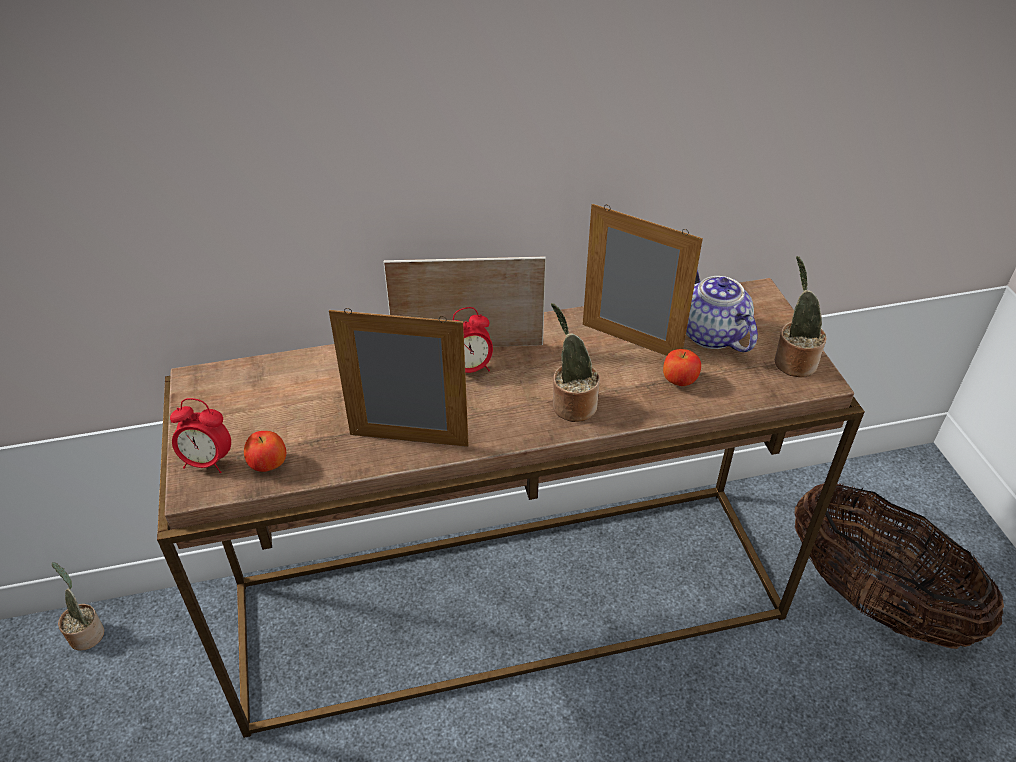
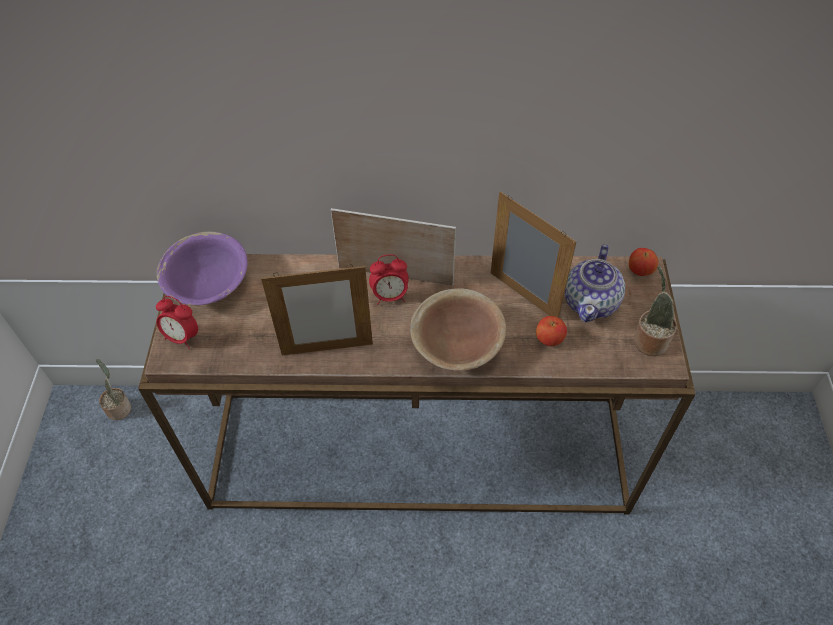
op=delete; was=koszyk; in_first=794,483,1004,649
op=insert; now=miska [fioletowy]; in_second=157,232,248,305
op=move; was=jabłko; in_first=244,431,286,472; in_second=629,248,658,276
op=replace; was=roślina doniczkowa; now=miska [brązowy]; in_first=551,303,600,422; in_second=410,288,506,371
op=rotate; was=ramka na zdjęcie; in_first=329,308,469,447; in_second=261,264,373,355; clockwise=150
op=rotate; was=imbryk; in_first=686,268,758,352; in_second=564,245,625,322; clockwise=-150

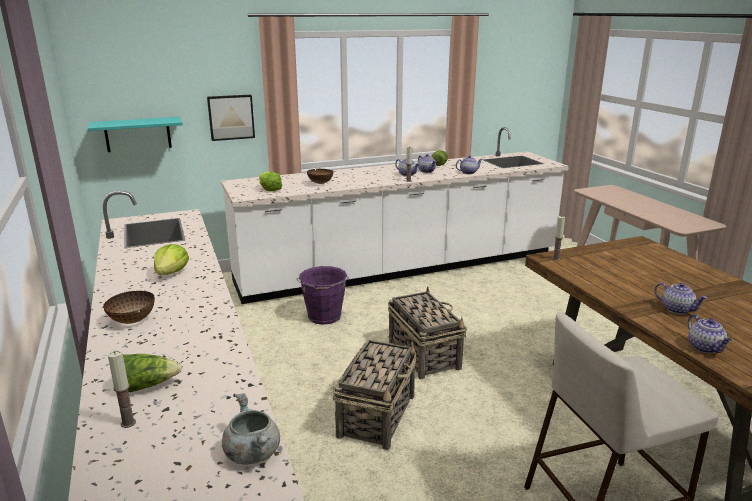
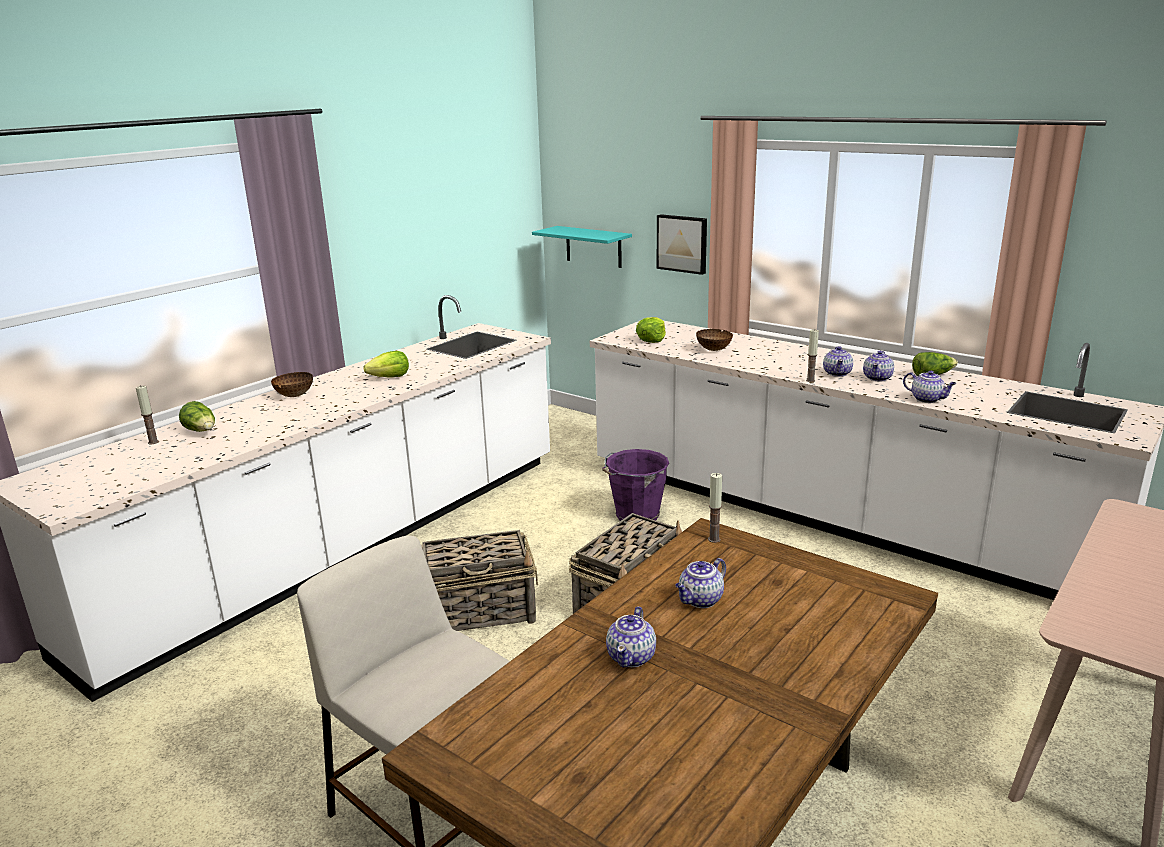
op=delete; was=garnek [szary]; in_first=222,393,280,464
op=move; was=imbryk; in_first=688,314,732,353; in_second=675,558,726,608

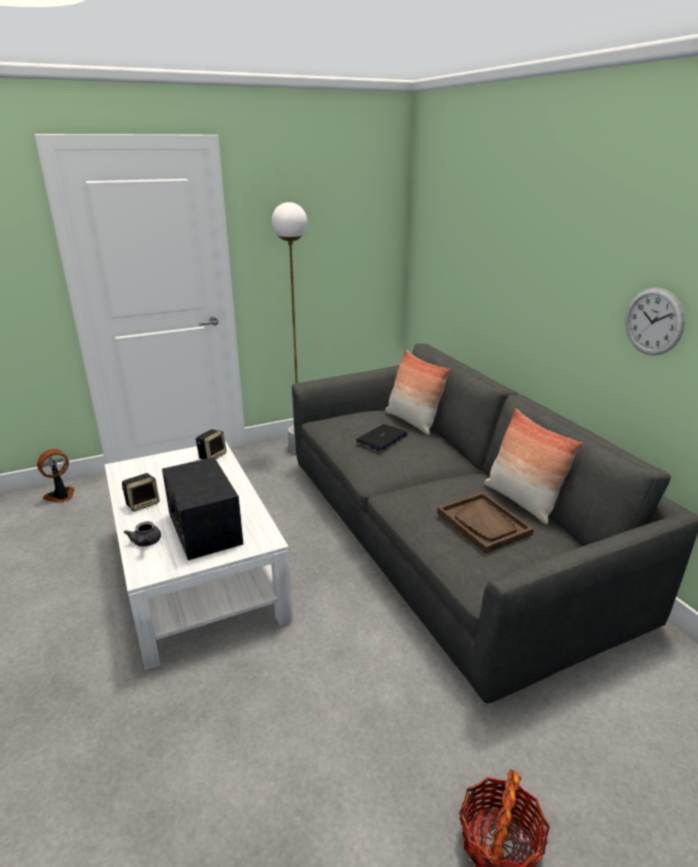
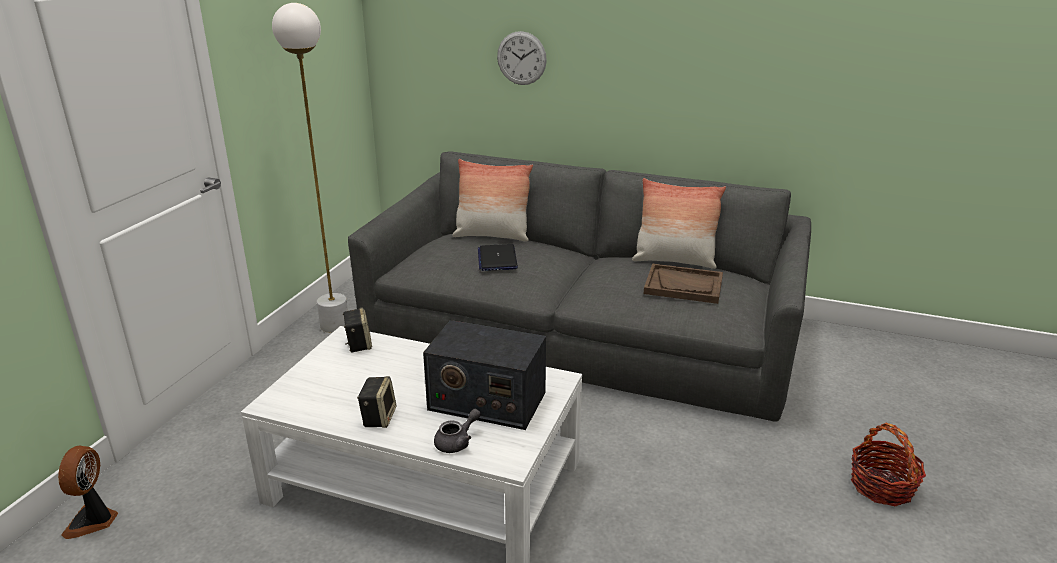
op=move; was=zegar ścienny; in_first=625,288,685,355; in_second=497,31,547,85
op=rotate; was=imbryk [szary]; in_first=124,521,161,546; in_second=434,409,481,453; clockwise=-75

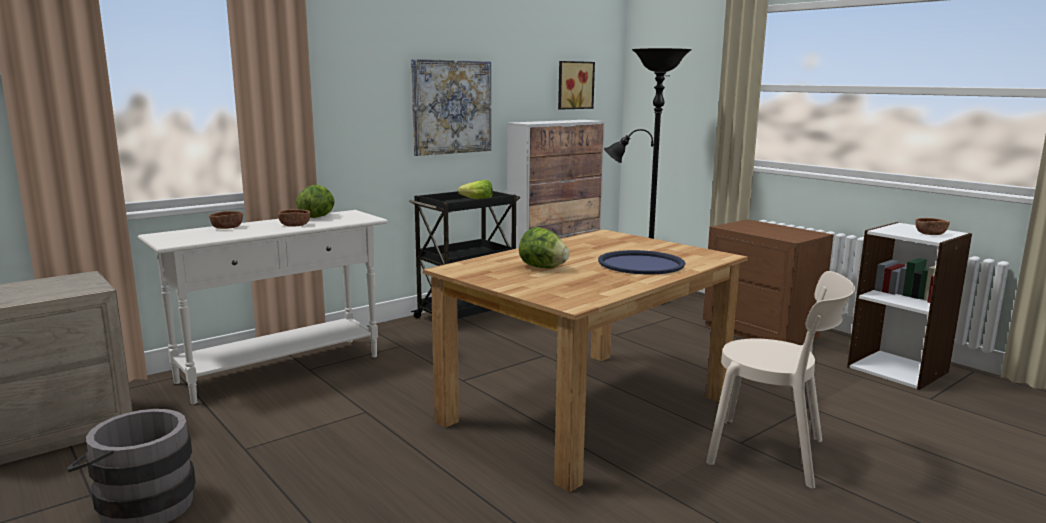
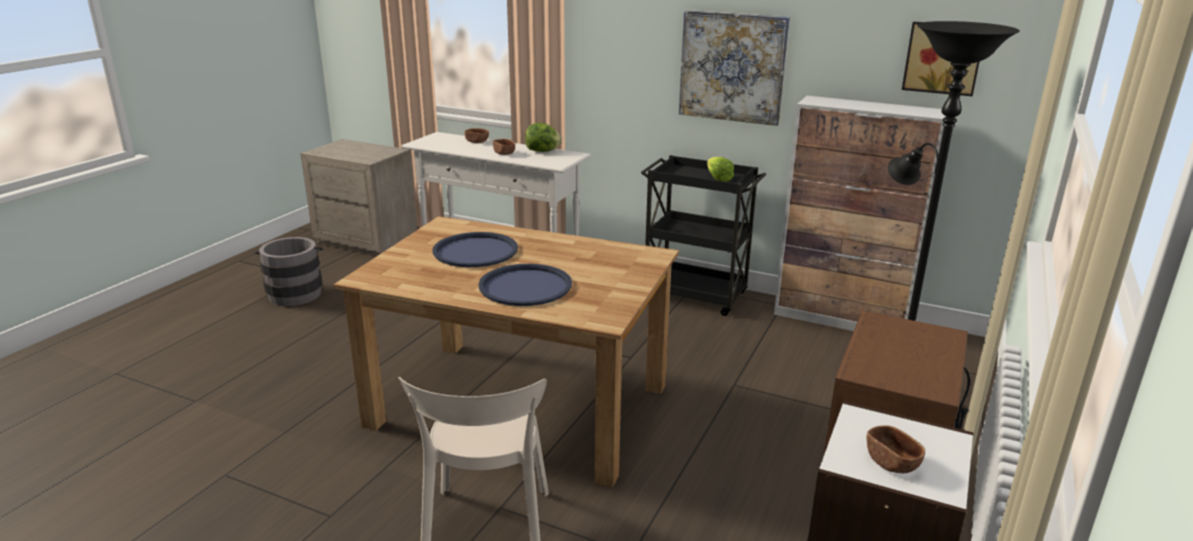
op=replace; was=sałata; now=taca [niebieski]; in_first=519,227,569,269; in_second=432,232,518,267

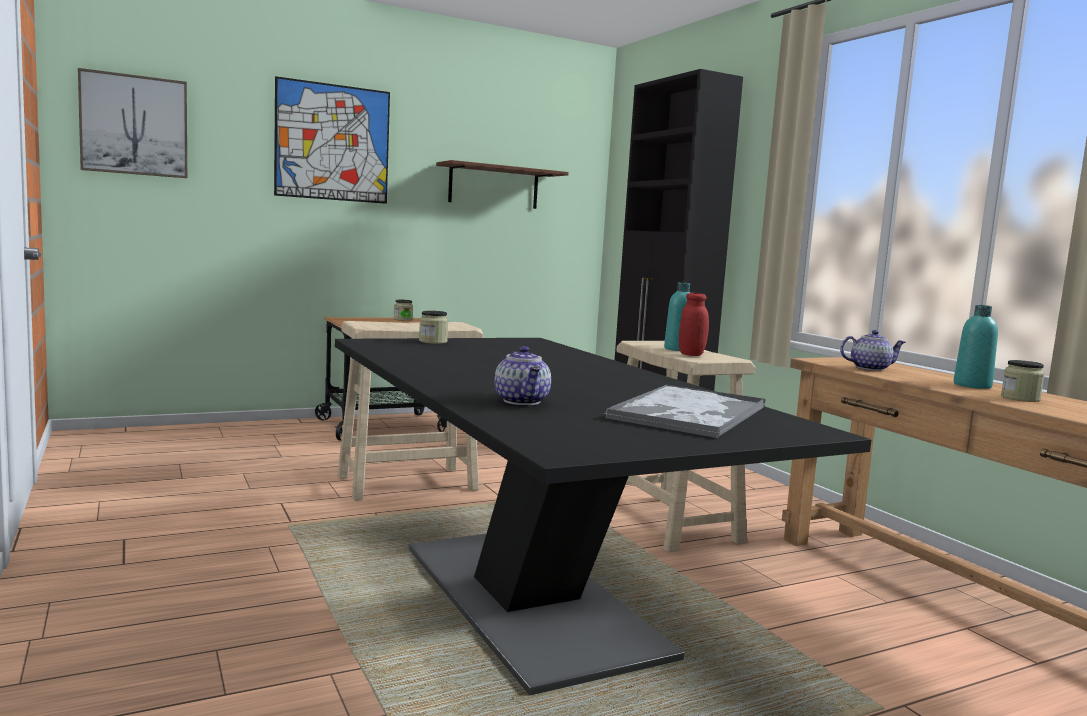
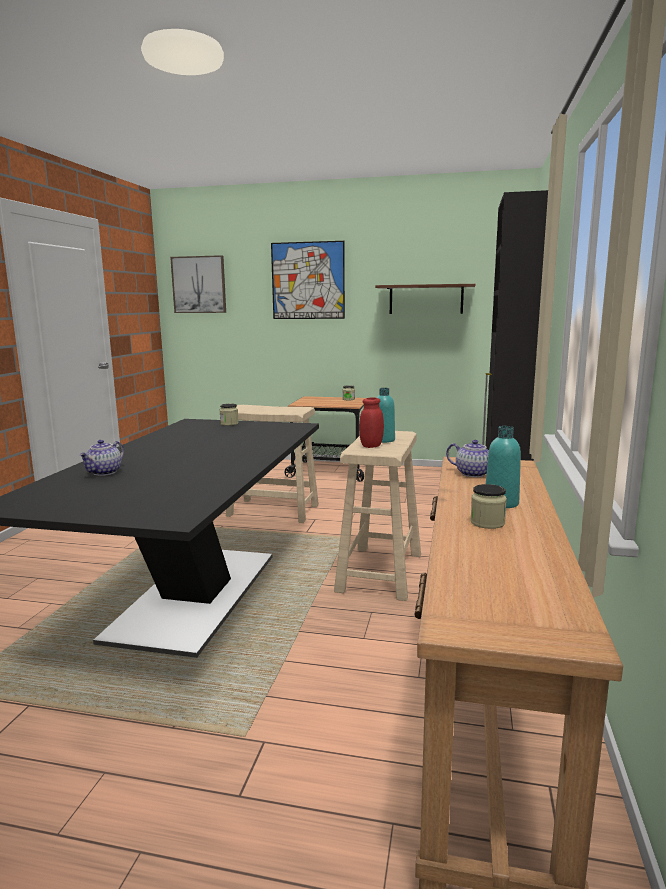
op=delete; was=taca; in_first=605,384,766,438

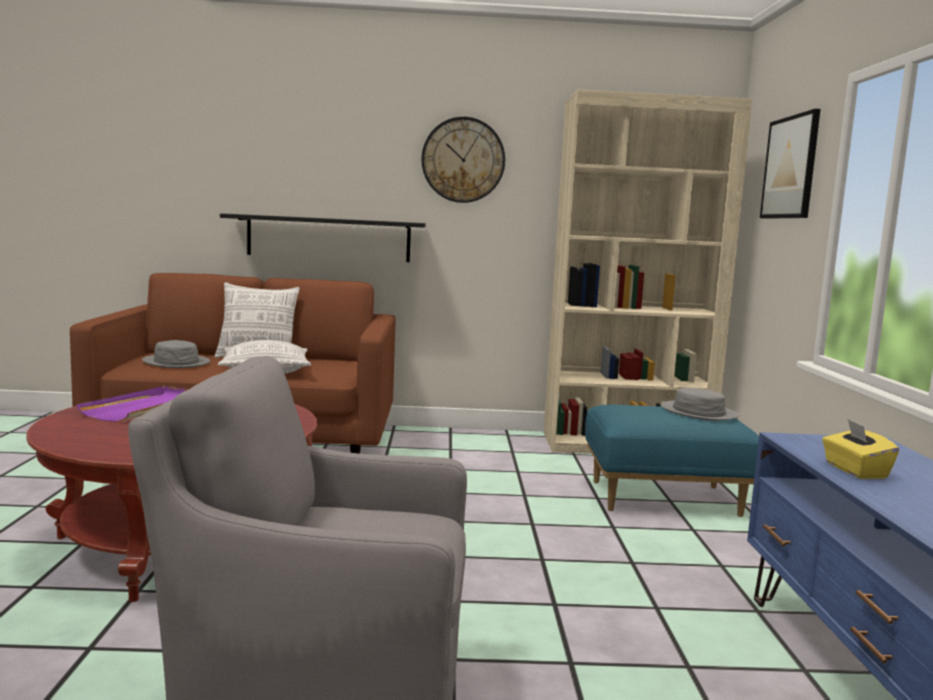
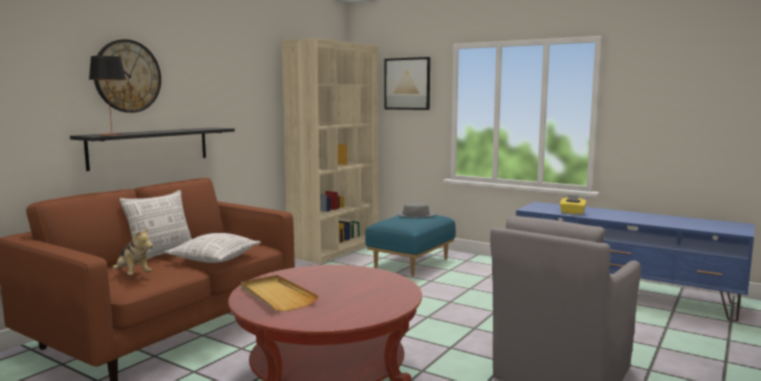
op=insert; now=lampa stołowa; in_second=89,56,126,135
op=move; was=zegar ścienny; in_first=421,117,505,203; in_second=94,39,161,113
op=replace; was=kapelusz [szary]; now=pluszak; in_first=142,340,210,368; in_second=113,227,153,275
op=recolor; was=taca [fioletowy]; now=taca [beżowy]; in_first=77,386,189,422; in_second=241,275,318,312

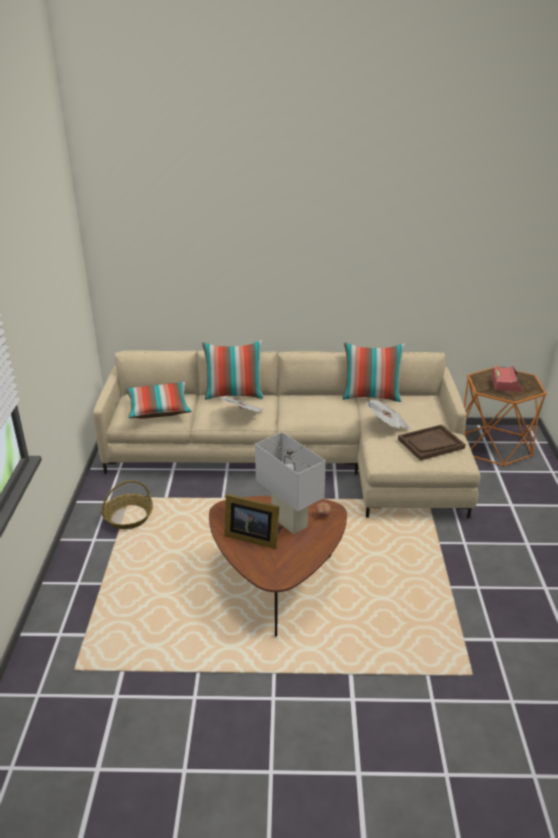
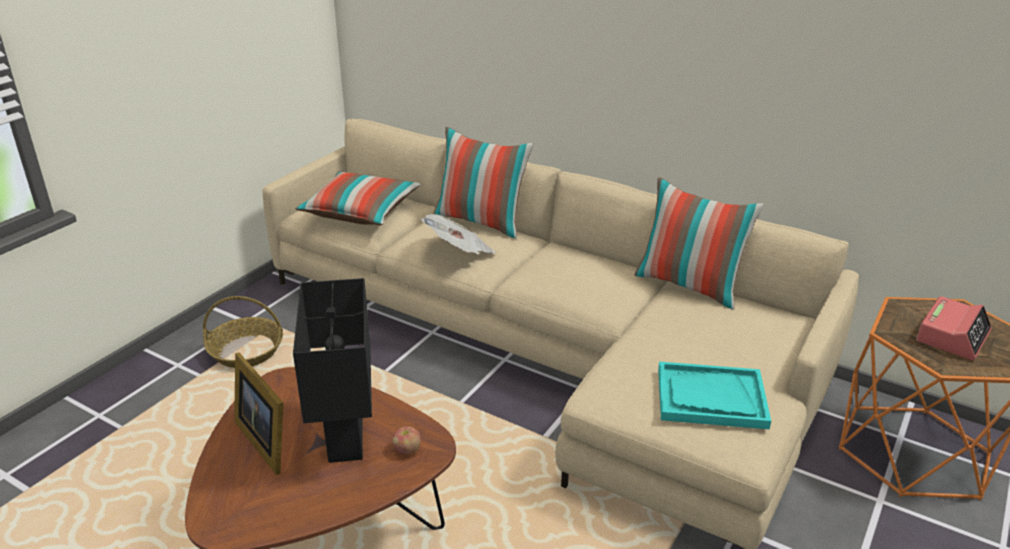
op=delete; was=gazeta; in_first=366,400,411,429
op=recolor; was=lampa stołowa [biały]; now=lampa stołowa [czarny]; in_first=255,432,326,534; in_second=293,278,372,463
op=recolor; was=taca [brązowy]; now=taca [turkusowy]; in_first=398,424,466,461; in_second=658,362,771,429

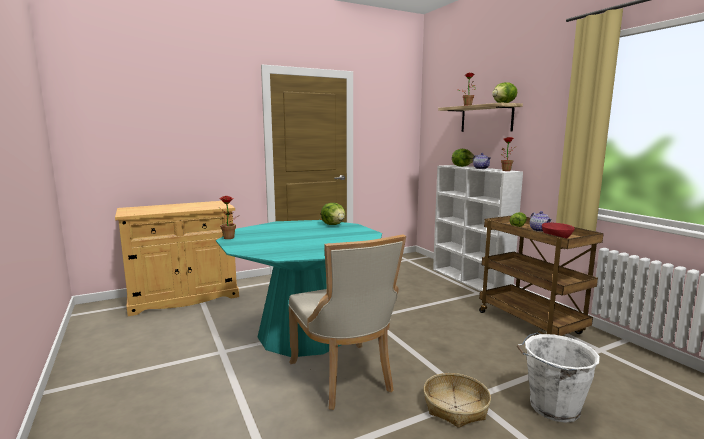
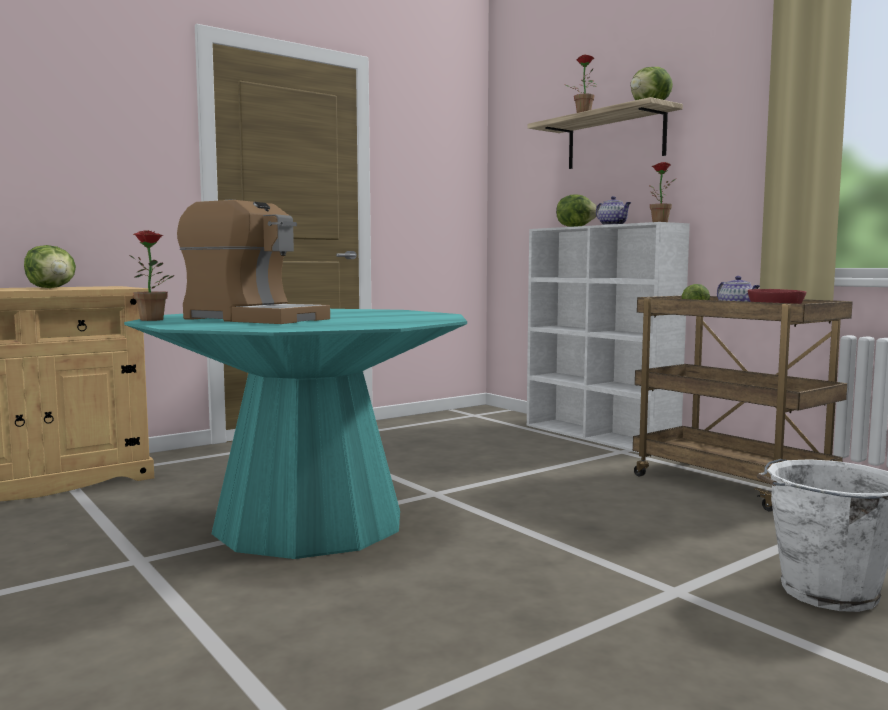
op=delete; was=krzesło [beżowy]; in_first=288,234,406,410
op=delete; was=koszyk; in_first=423,373,491,428
op=insert; now=ekspres do kawy; in_second=177,199,330,324
op=move; was=sałata; in_first=321,203,345,225; in_second=24,245,76,288

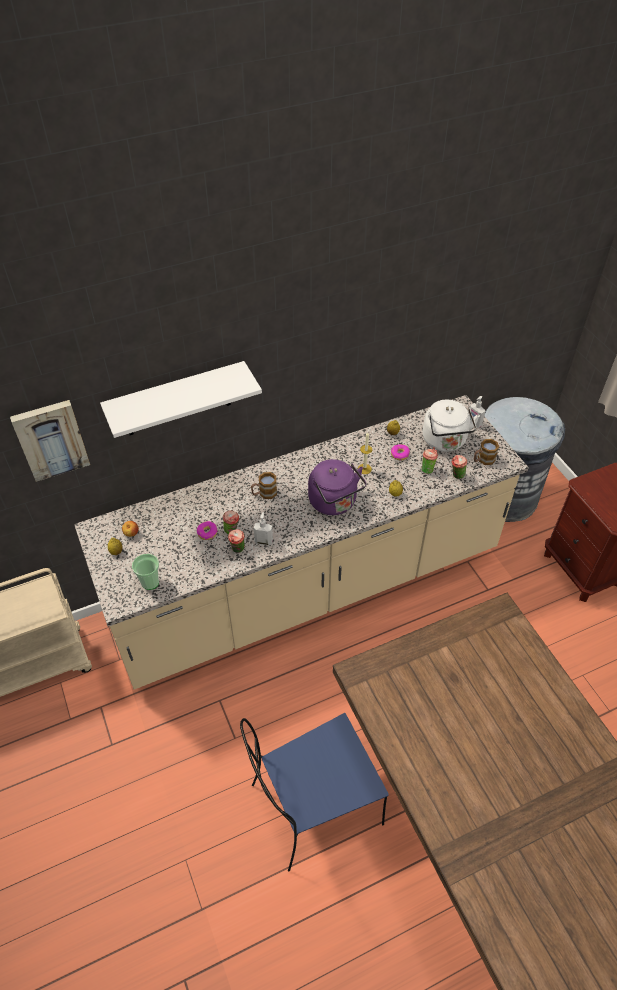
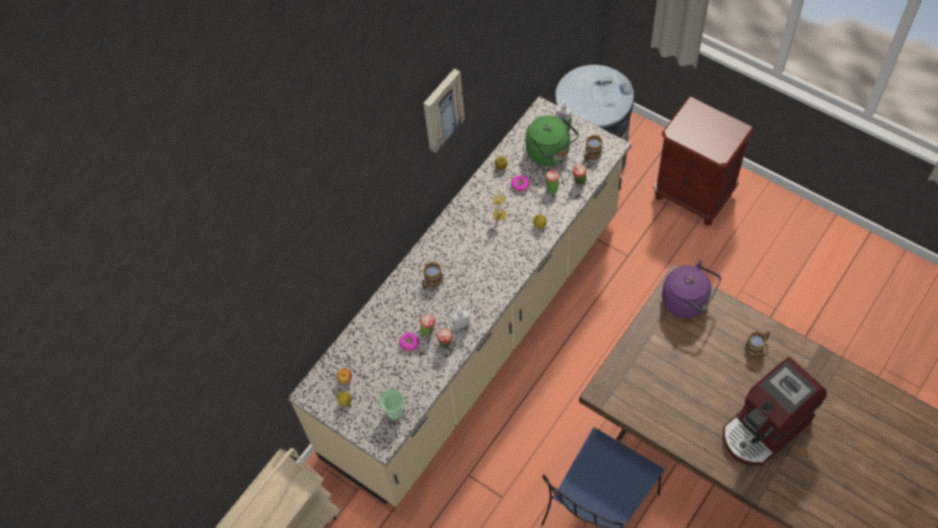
op=delete; was=półka [biały]; in_first=100,361,262,438
op=insert; now=ekspres do kawy; in_second=723,357,827,466
op=insert; now=kubek; in_second=744,331,770,357
op=move; was=obraz; in_first=10,400,90,482; in_second=423,69,465,153
op=move; was=czajnik [fioletowy]; in_first=308,459,367,515; in_second=662,260,721,318
op=recolor; was=czajnik [biały]; now=czajnik [zielony]; in_first=423,400,480,452; in_second=526,115,579,166

